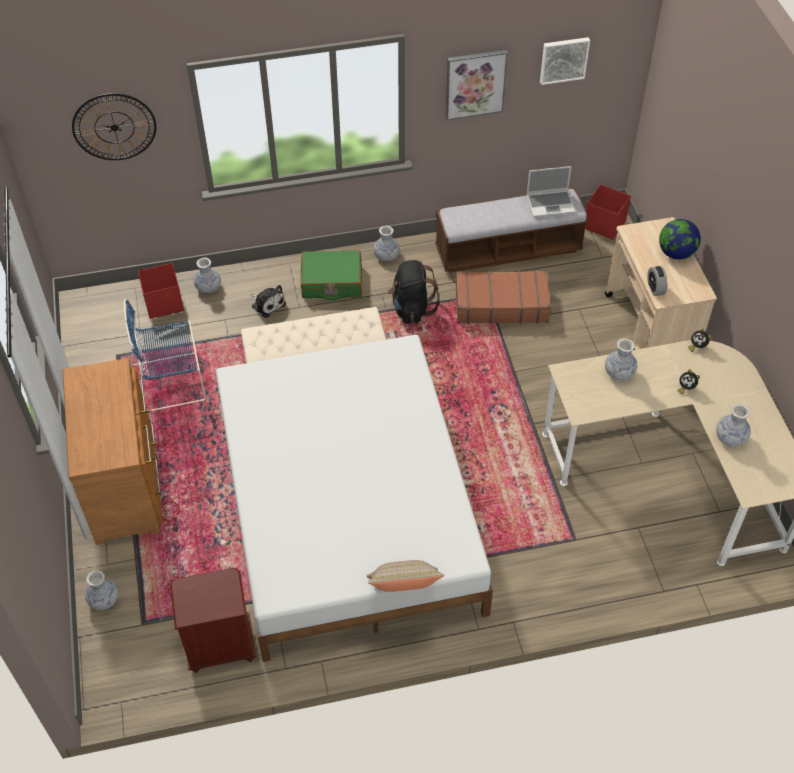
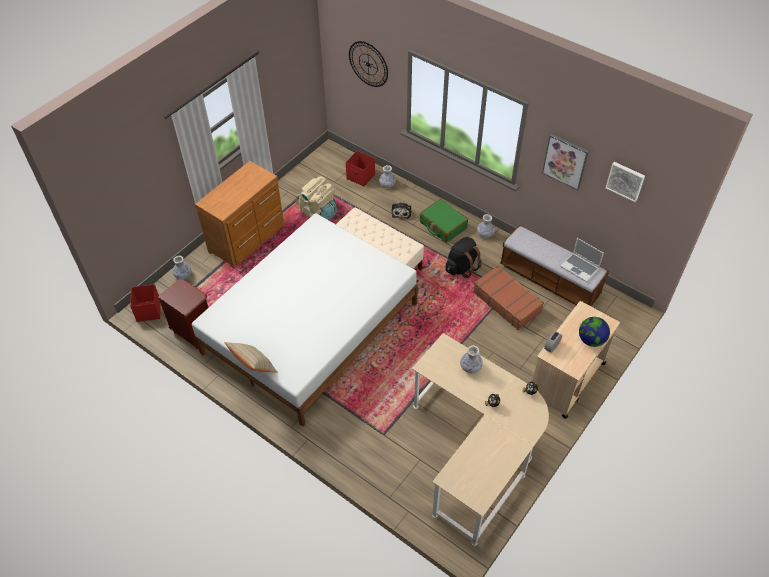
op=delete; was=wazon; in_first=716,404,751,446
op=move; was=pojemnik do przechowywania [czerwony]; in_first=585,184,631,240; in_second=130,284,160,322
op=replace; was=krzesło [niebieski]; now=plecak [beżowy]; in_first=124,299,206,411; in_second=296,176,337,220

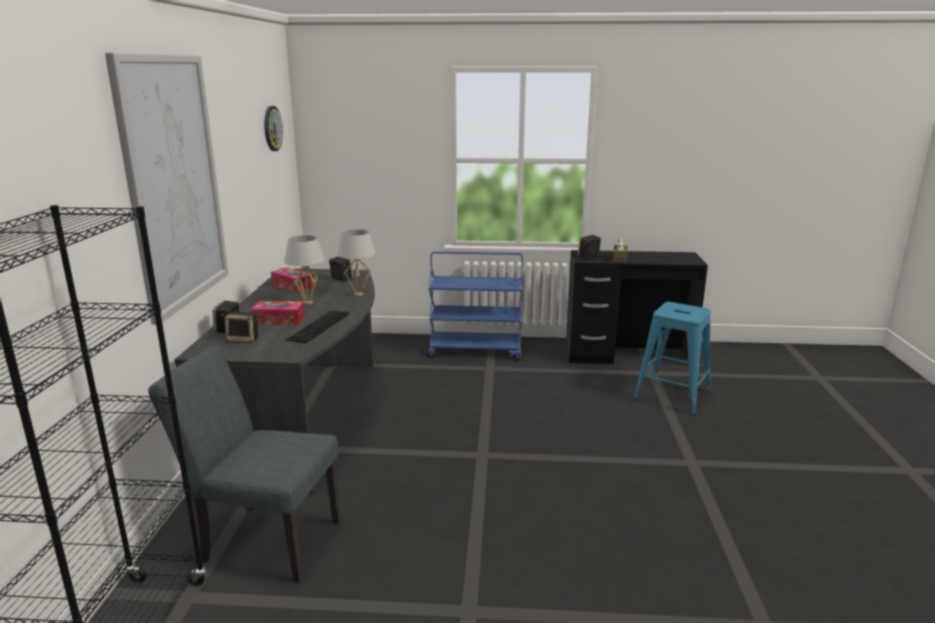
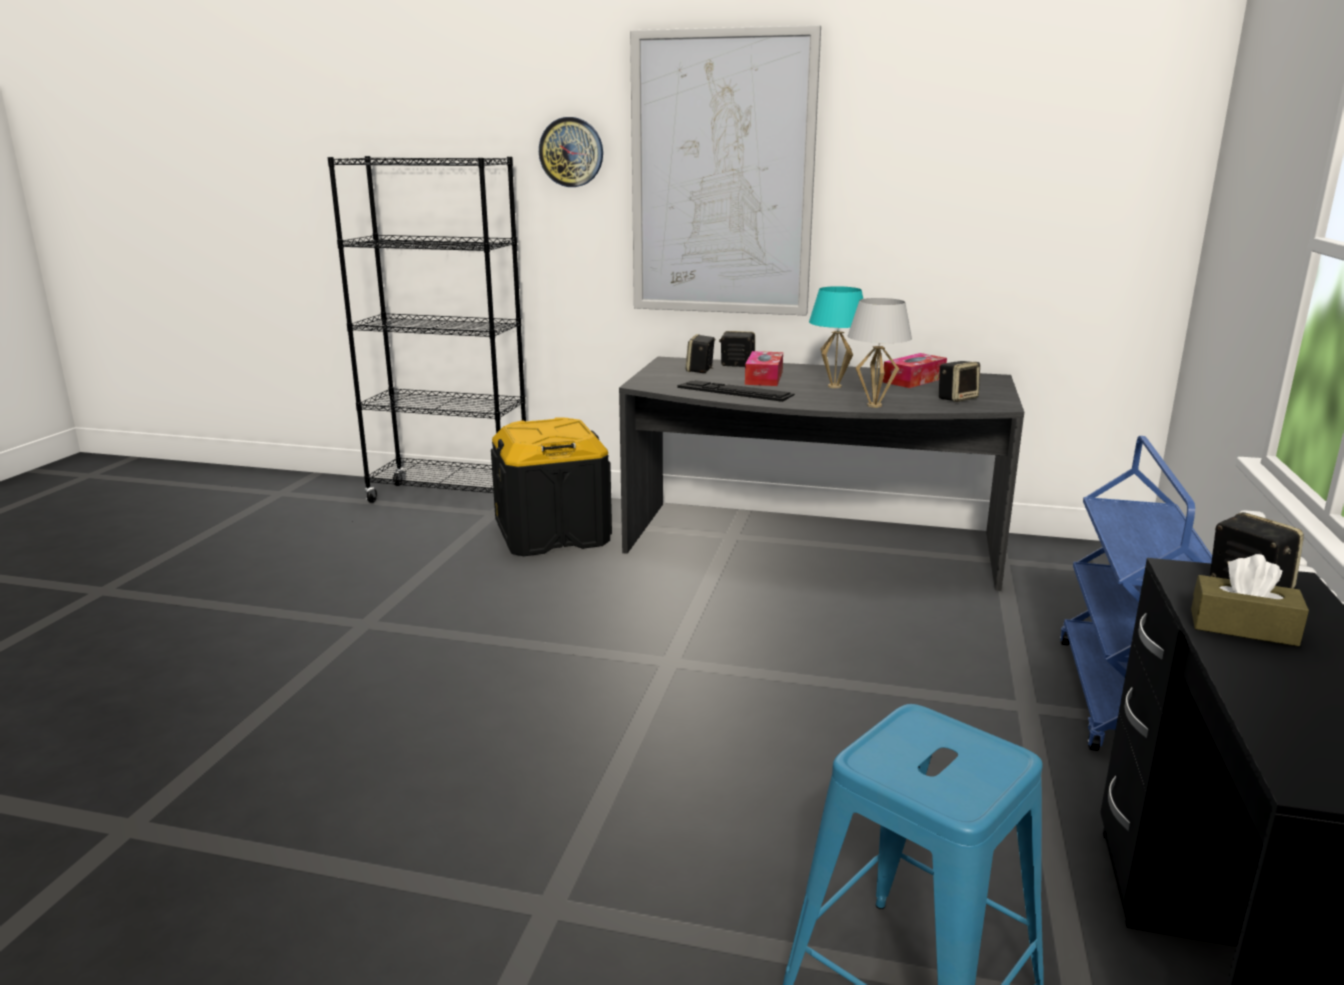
op=move; was=zegar ścienny; in_first=264,106,283,151; in_second=539,117,603,187
op=replace; was=krzesło [szary]; now=pojemnik do przechowywania [czarny]; in_first=148,346,341,582; in_second=491,417,612,556
op=recolor; was=lampa stołowa [biały]; now=lampa stołowa [turkusowy]; in_first=284,235,325,304; in_second=809,286,863,388

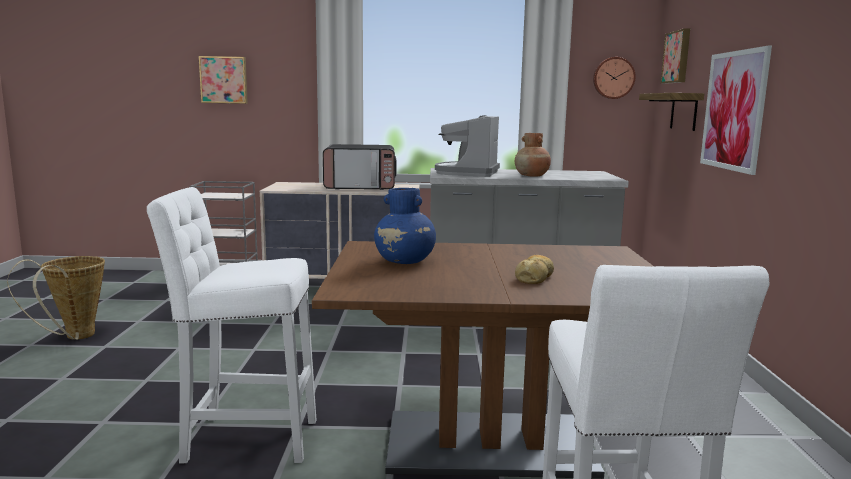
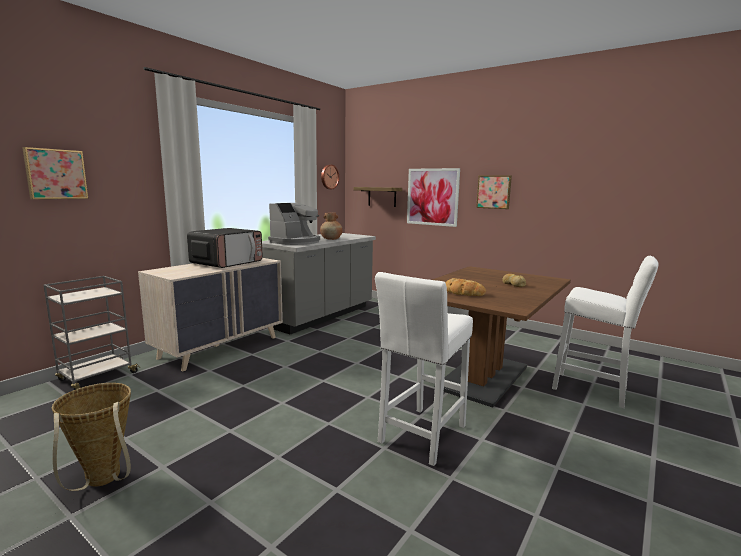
op=move; was=obraz; in_first=661,29,690,84; in_second=476,175,512,209
op=replace; was=wazon [niebieski]; now=chleb; in_first=374,188,436,264; in_second=445,278,486,296
op=rotate; was=ekspres do kawy; in_first=435,115,500,177; in_second=268,203,320,245; clockwise=-105

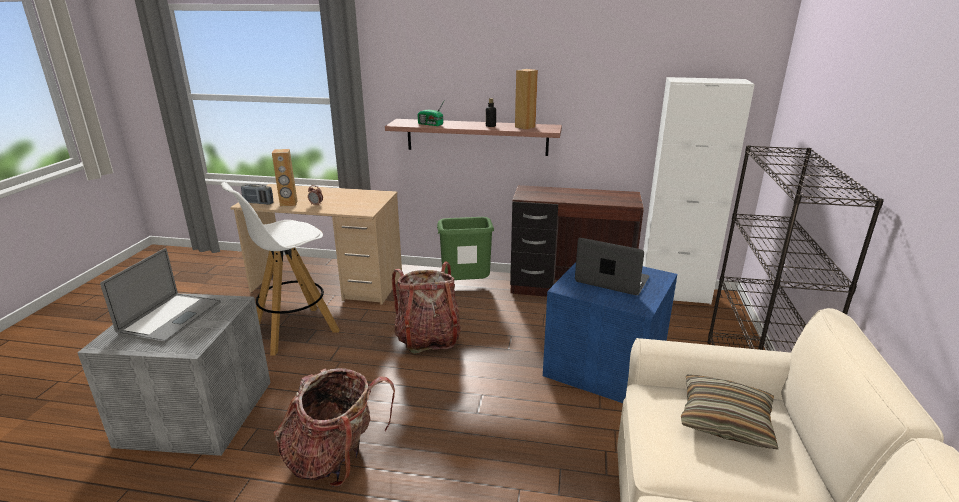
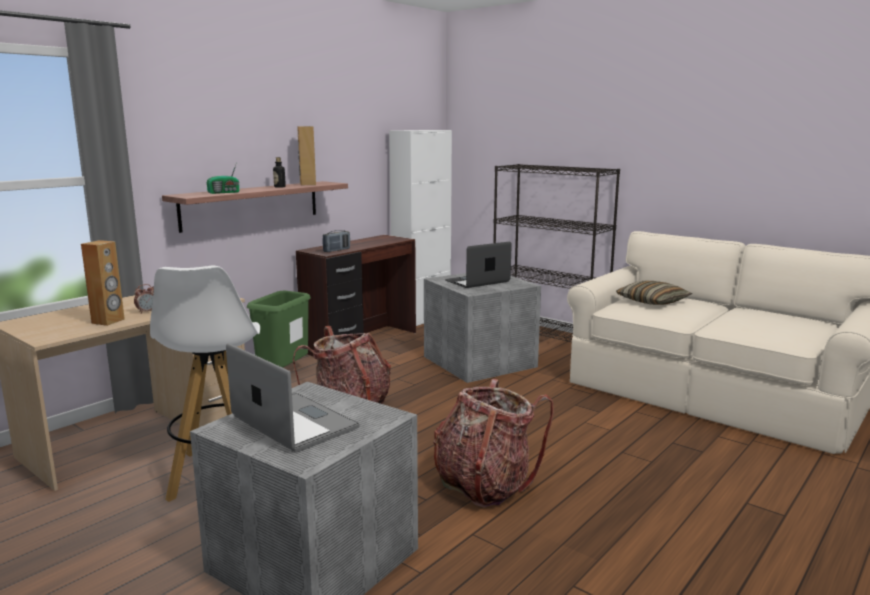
op=move; was=radio; in_first=241,184,273,205; in_second=323,230,350,252
op=recolor; was=pojemnik do przechowywania [niebieski]; now=pojemnik do przechowywania [szary]; in_first=543,262,677,403; in_second=424,273,541,383

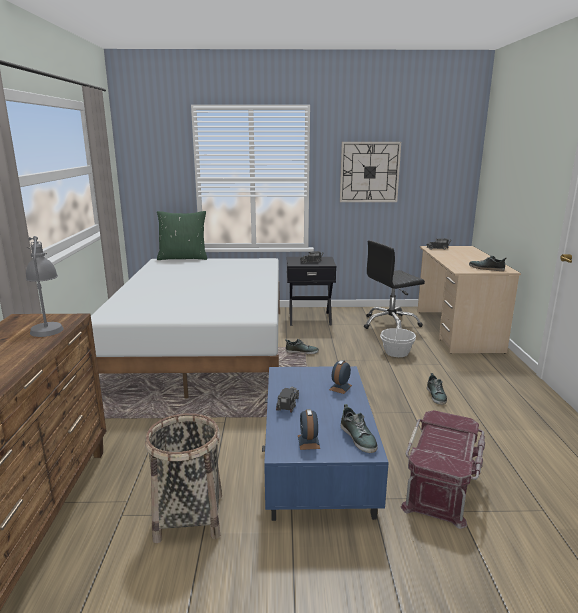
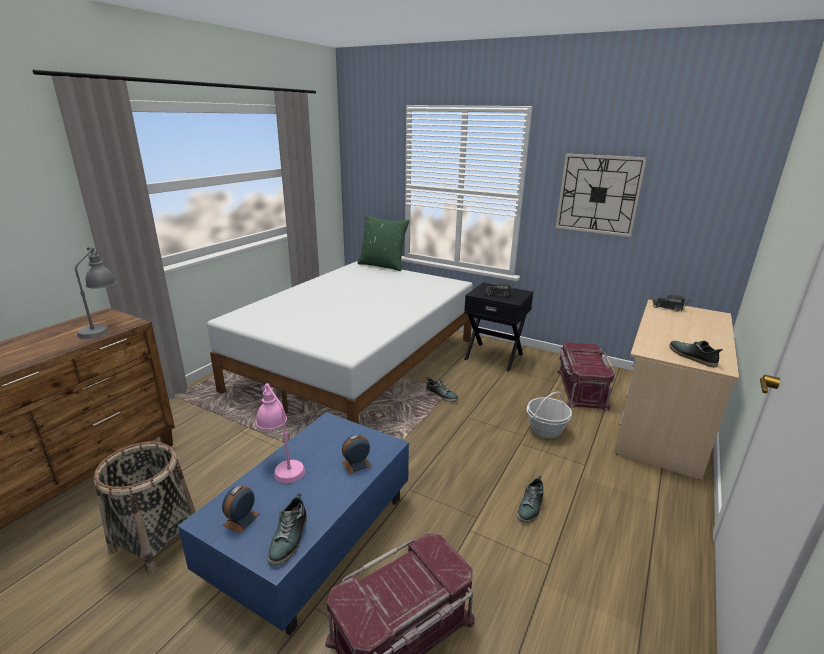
op=replace; was=ciężarówka zabawkowa; now=lampa stołowa [różowy]; in_first=276,386,299,413; in_second=255,383,305,483
op=replace; was=krzesło biurowe [czarny]; now=pojemnik do przechowywania [czerwony]; in_first=364,240,425,329; in_second=557,342,616,411

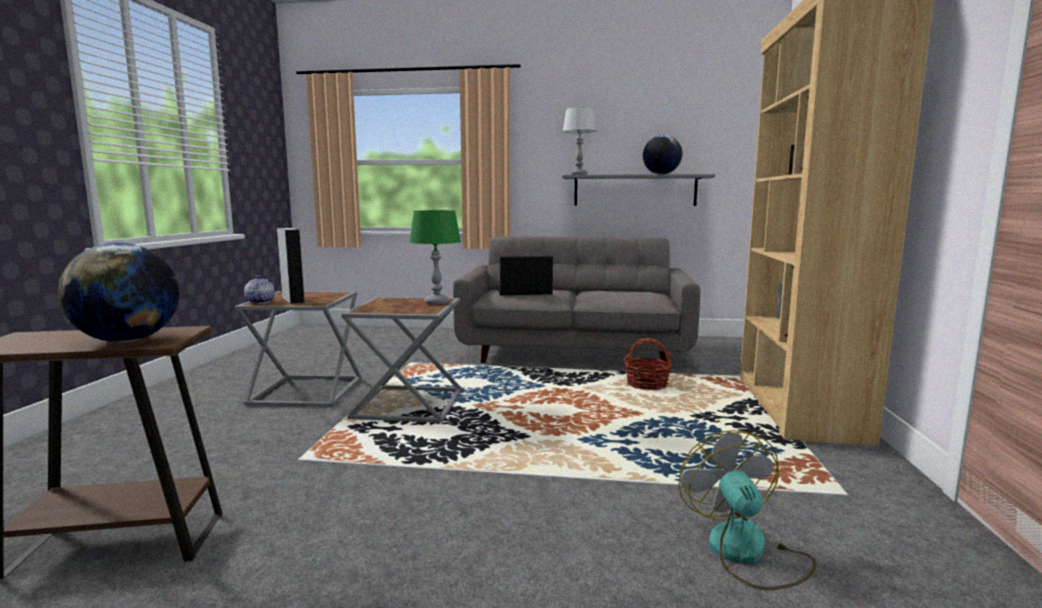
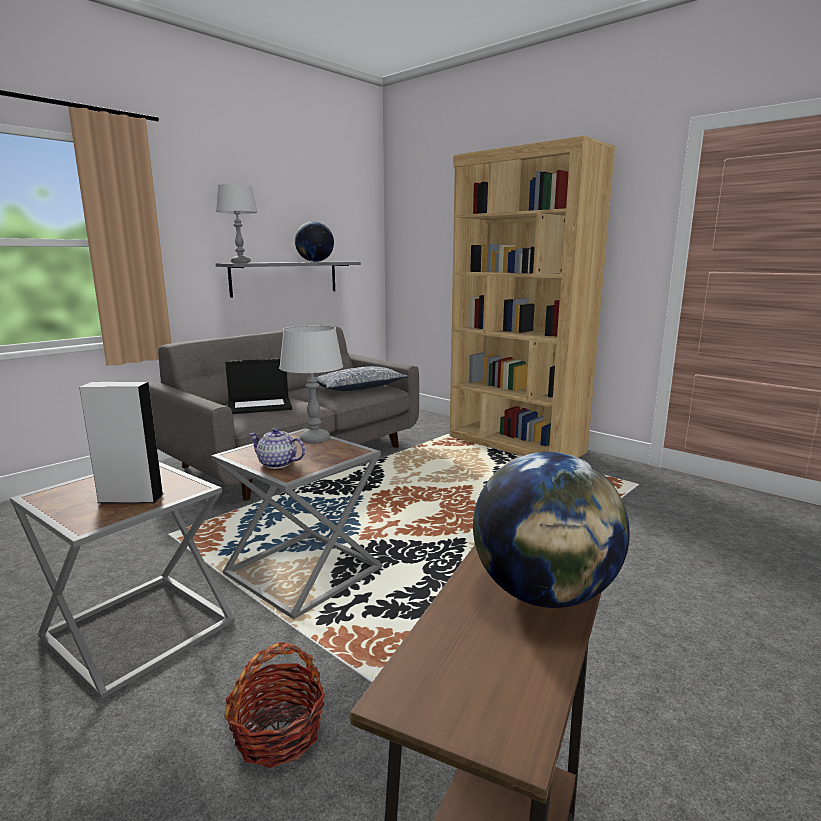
op=delete; was=wentylator; in_first=679,430,817,590
op=insert; now=poduszka; in_second=316,366,408,391
op=move; was=imbryk; in_first=244,275,275,304; in_second=248,428,305,469
op=move; was=koszyk; in_first=624,338,672,390; in_second=224,642,325,768
op=recolor; was=lampa stołowa [zielony]; now=lampa stołowa [szary]; in_first=410,210,461,305; in_second=279,325,343,444
op=rotate; was=laptop; in_first=497,256,553,295; in_second=225,358,292,414; clockwise=-135

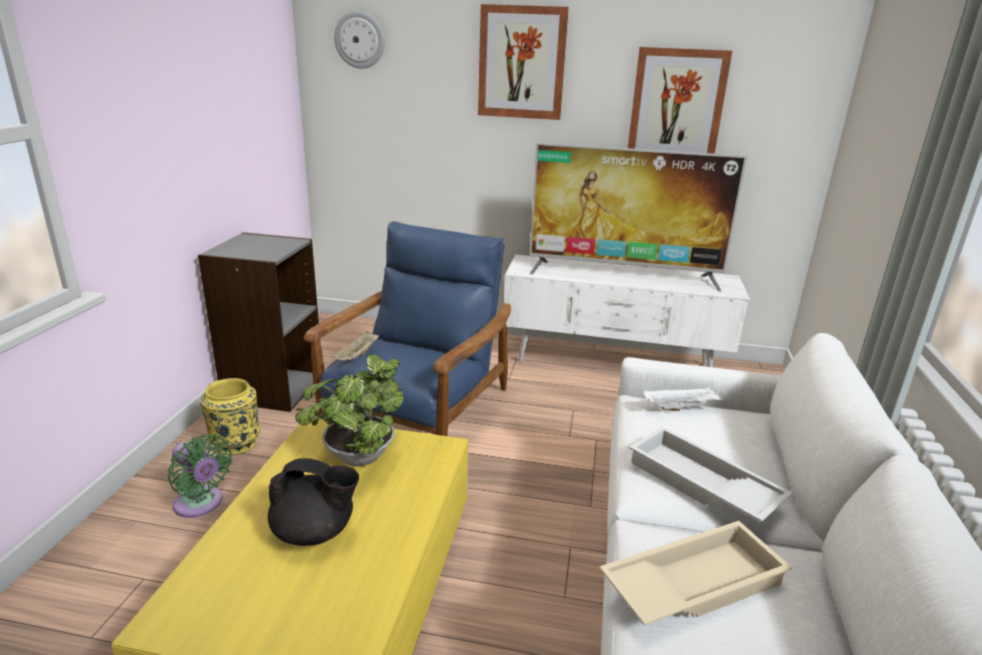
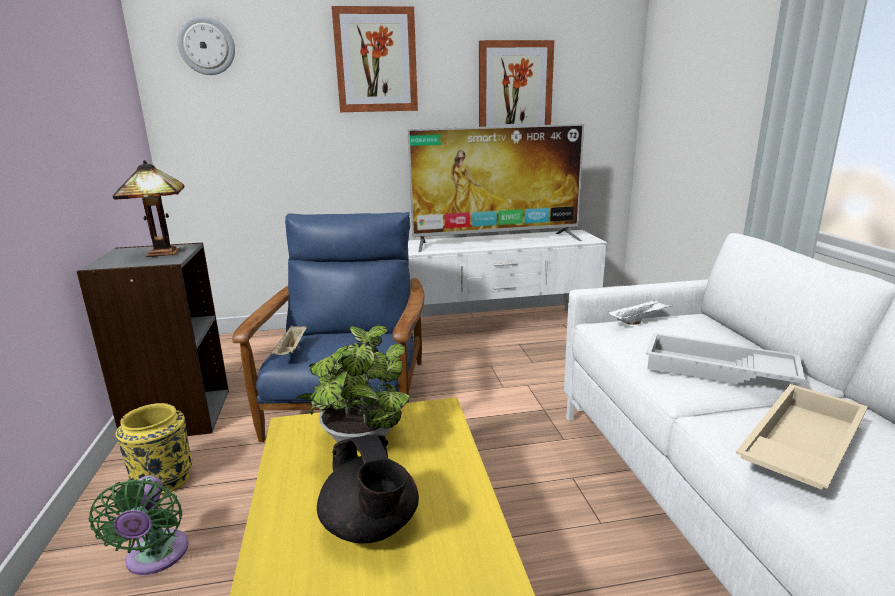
op=insert; now=lampa stołowa; in_second=113,160,184,258
op=rotate; was=wentylator [zielony]; in_first=168,435,232,518; in_second=89,476,189,575; clockwise=60
op=rotate; was=imbryk [czarny]; in_first=268,458,359,546; in_second=317,434,419,543; clockwise=75

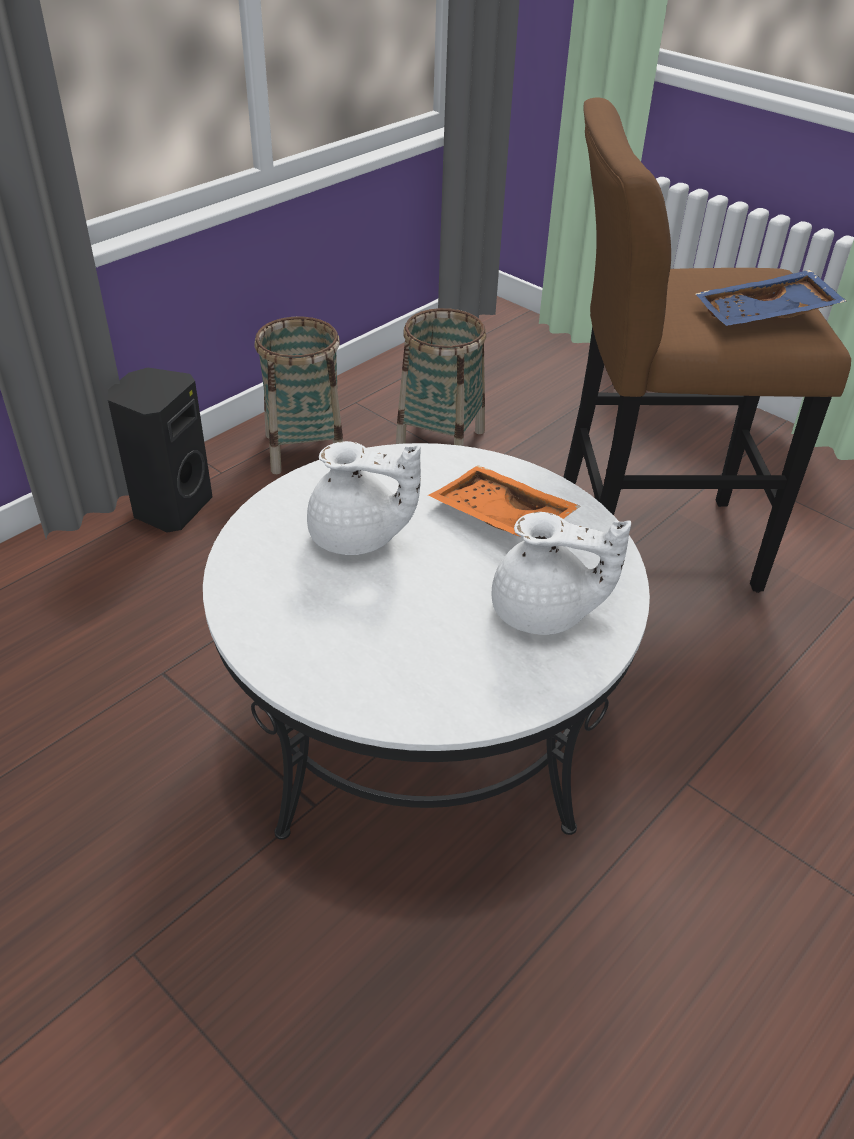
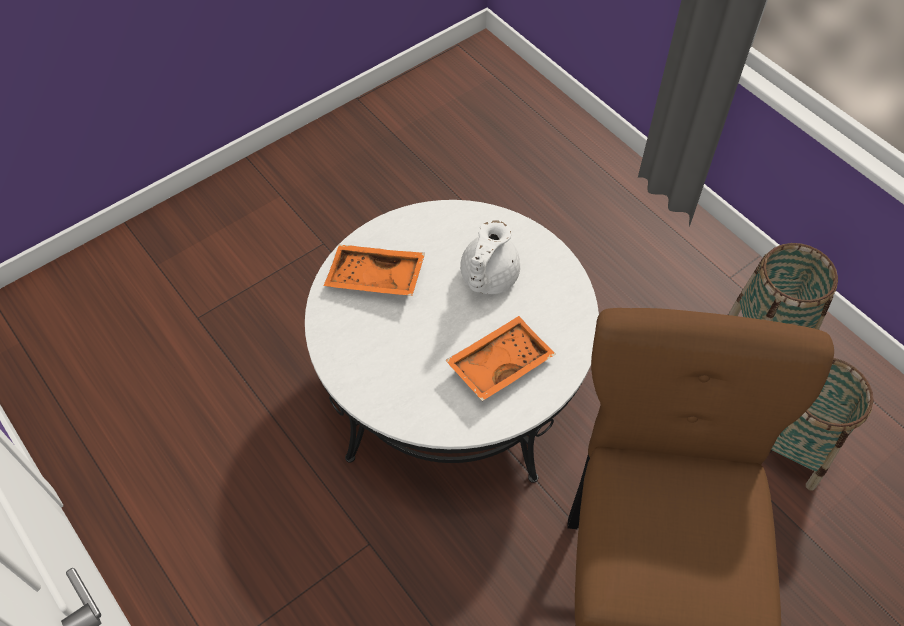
op=delete; was=głośnik [czarny]; in_first=108,368,213,533
op=delete; was=imbryk [biały]; in_first=492,512,631,635
op=delete; was=taca [niebieski]; in_first=696,270,847,326
op=insert; now=taca [pomarańczowy]; in_second=324,245,425,296

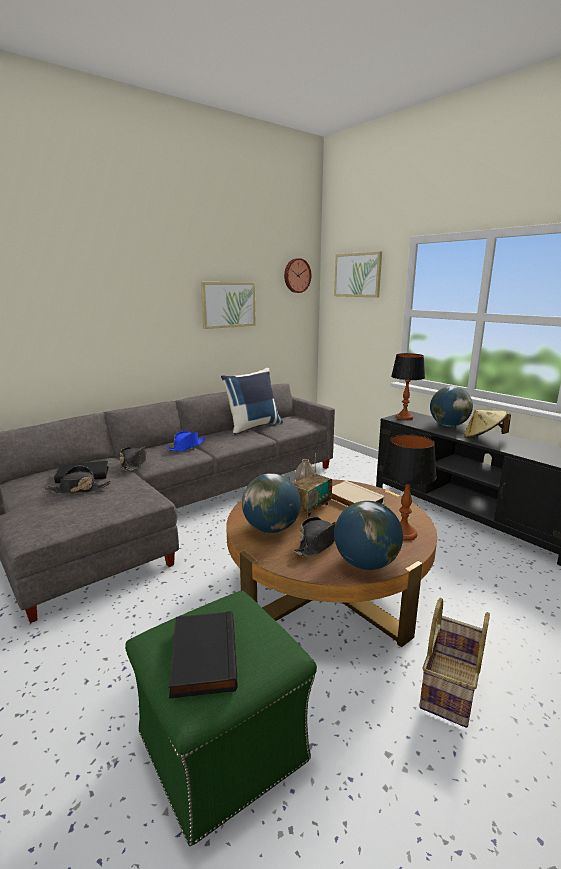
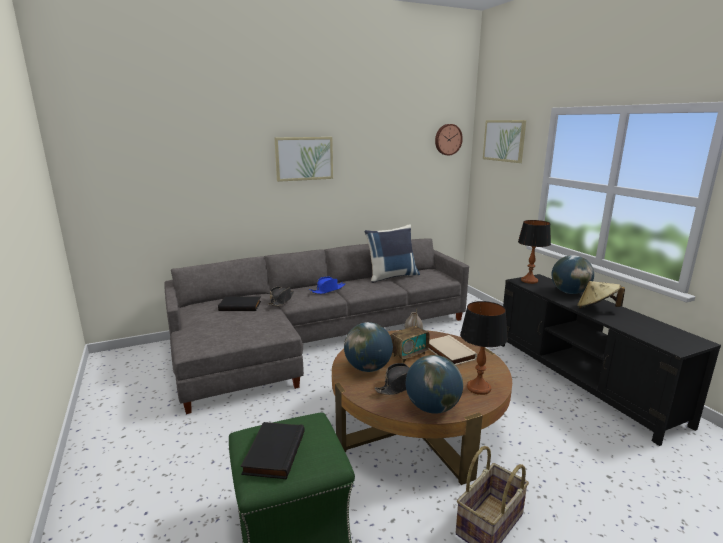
op=delete; was=kapelusz [czarny]; in_first=44,465,112,494
op=move; was=obraz; in_first=201,282,256,329; in_second=275,137,333,182

